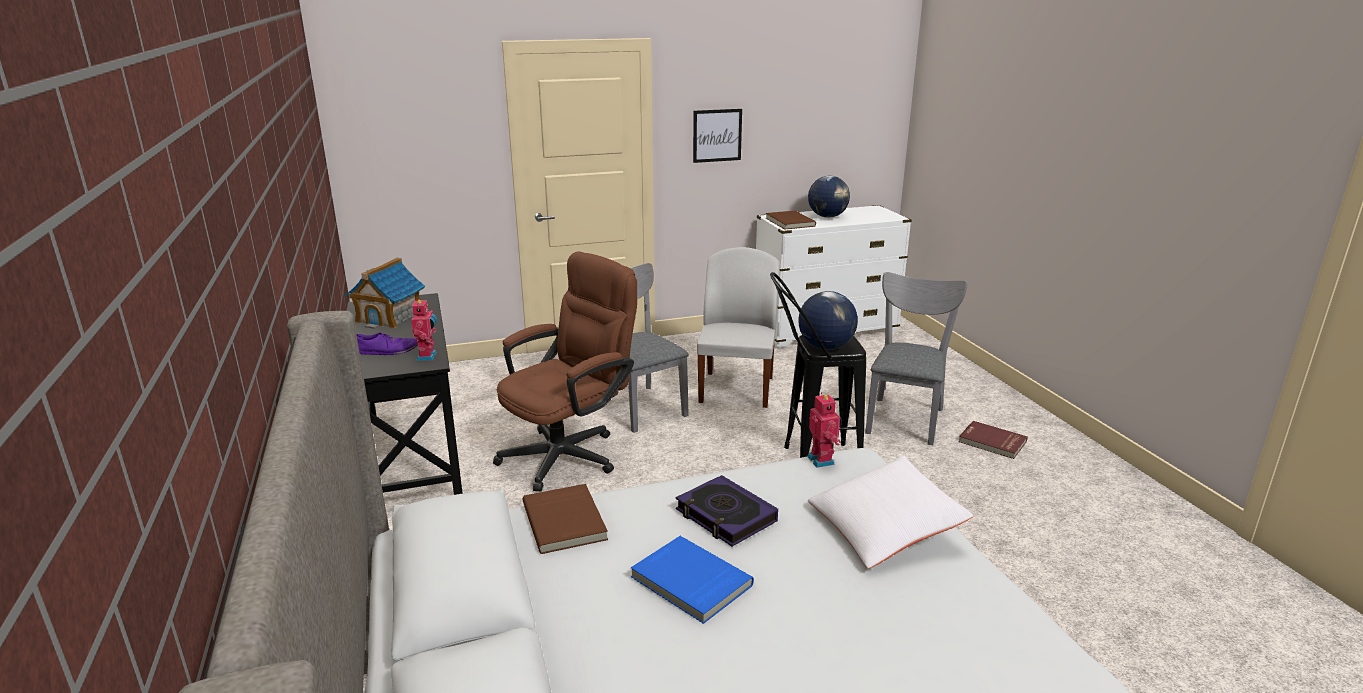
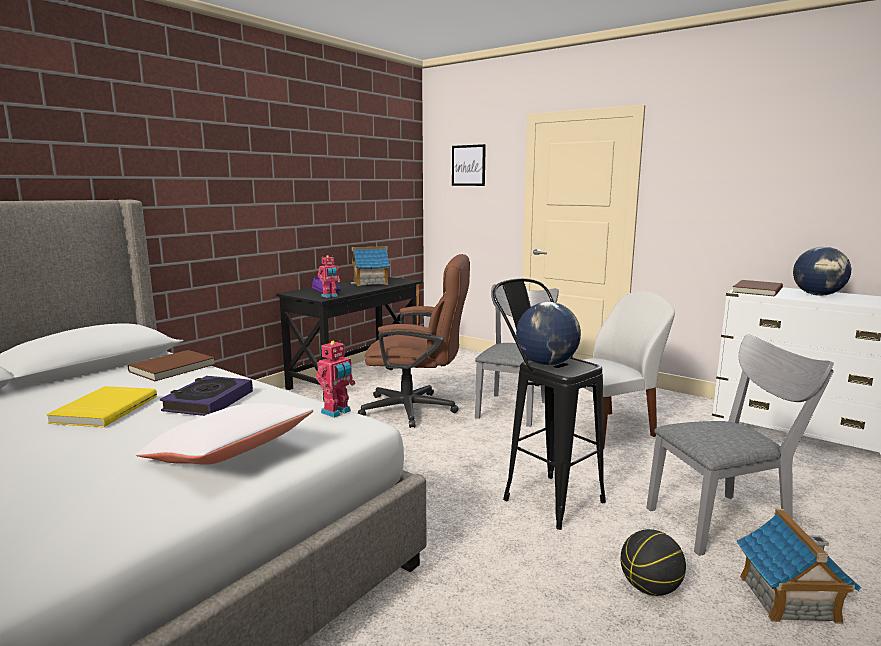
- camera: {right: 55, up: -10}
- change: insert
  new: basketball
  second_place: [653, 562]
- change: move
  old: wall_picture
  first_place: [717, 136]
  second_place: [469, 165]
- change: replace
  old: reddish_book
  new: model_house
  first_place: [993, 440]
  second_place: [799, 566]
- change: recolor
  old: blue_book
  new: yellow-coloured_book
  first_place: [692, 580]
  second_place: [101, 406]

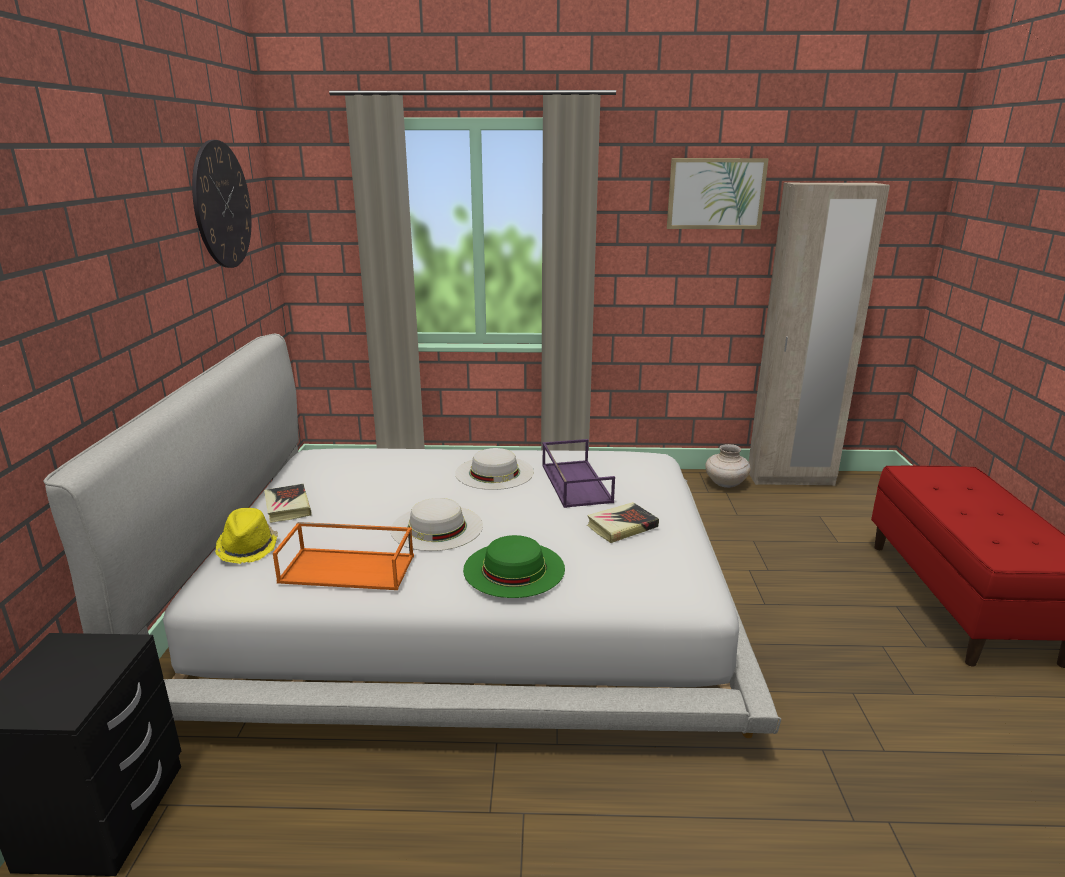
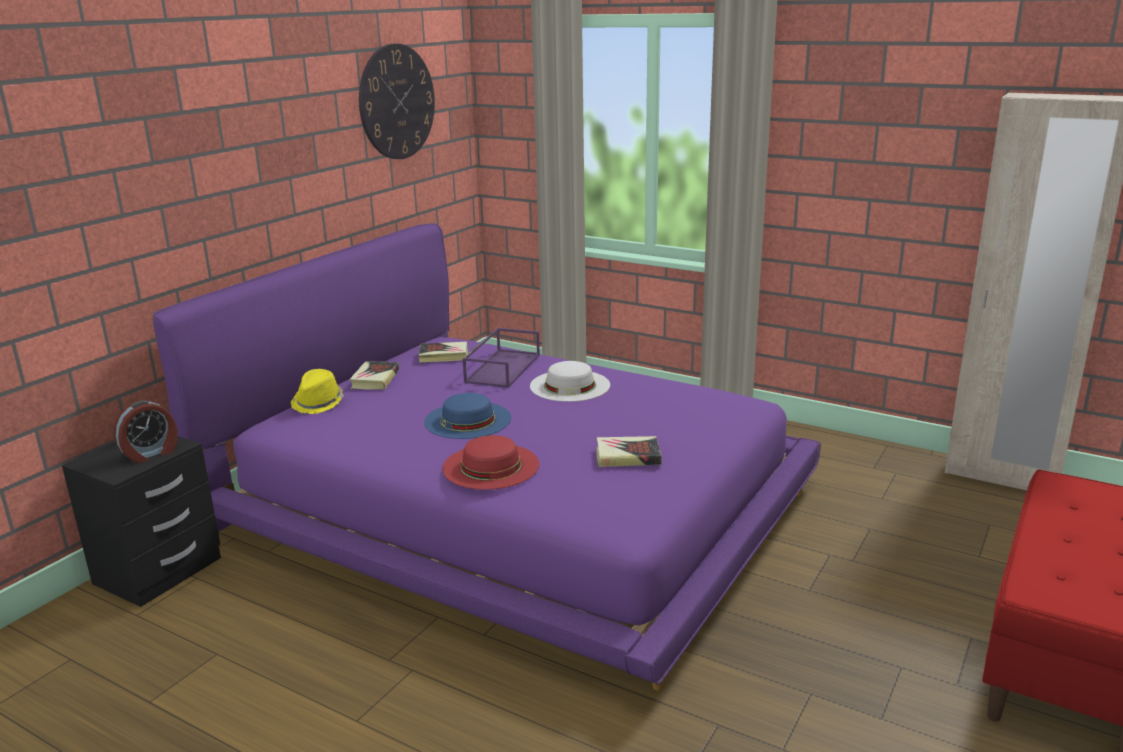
- camera: {right: 30, up: 0}
- change: delete
  old: orange_carrying_tray
  first_place: [343, 556]
- change: delete
  old: wall_picture
  first_place: [718, 193]
- change: delete
  old: beige-coloured_vase
  first_place: [728, 466]
- change: insert
  new: alarm_clock
  second_place: [146, 431]
- change: insert
  new: book
  second_place: [443, 352]
- change: move
  old: purple_carrying_tray
  first_place: [578, 473]
  second_place: [501, 358]
- change: recolor
  old: white_bedroom_bed
  new: purple_bedroom_bed
  first_place: [412, 536]
  second_place: [487, 457]
- change: recolor
  old: white_wearable_hat
  new: blue_wearable_hat
  first_place: [437, 524]
  second_place: [467, 416]
- change: recolor
  old: greenish_wearable_hat
  new: reddish_wearable_hat
  first_place: [514, 566]
  second_place: [491, 462]

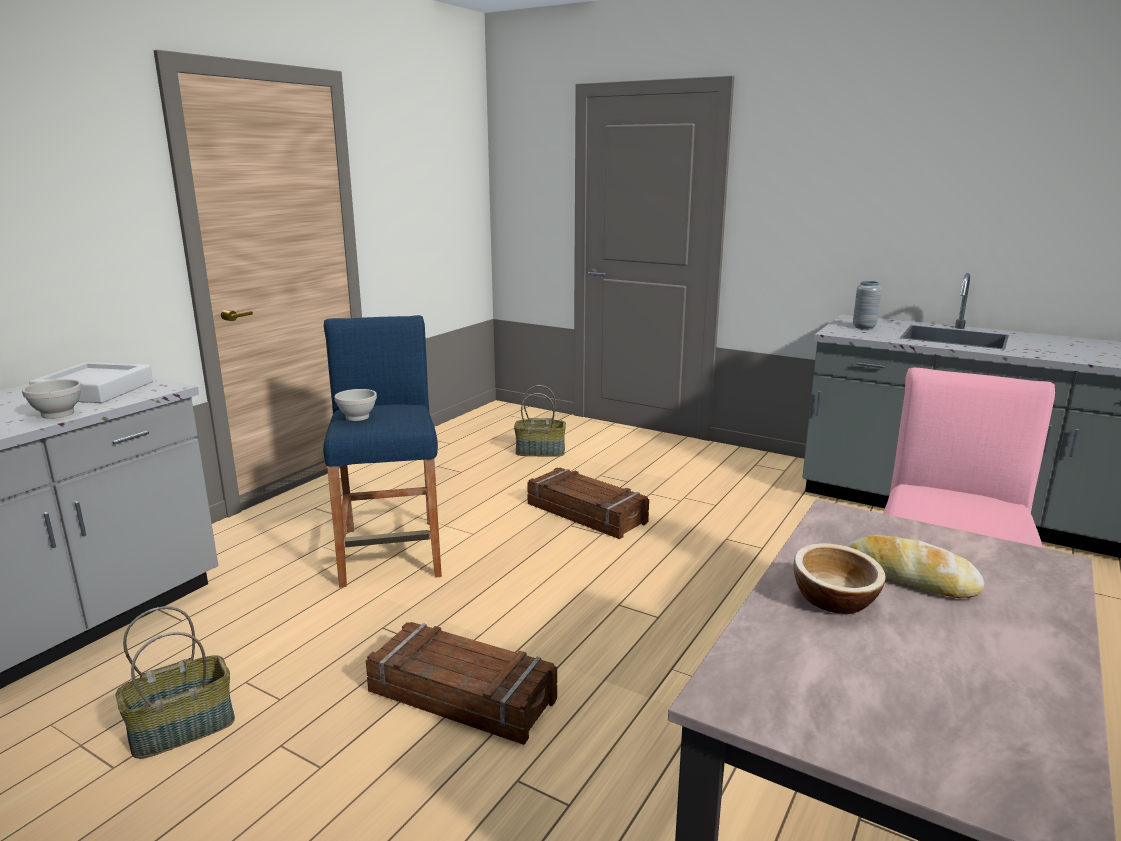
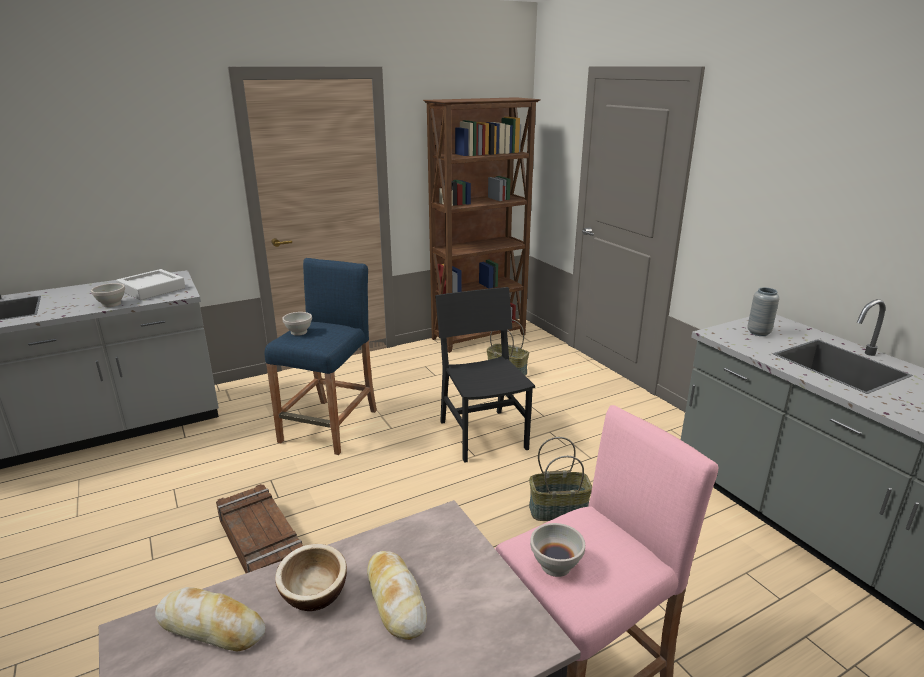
- camera: {right: 30, up: 5}
- change: insert
  new: bread
  second_place: [210, 619]
- change: insert
  new: brown_bookshelf
  second_place: [482, 225]
- change: insert
  new: white_bowl
  second_place: [557, 550]
- change: move
  old: storage_basket
  first_place: [175, 682]
  second_place: [560, 479]
- change: replace
  old: packing_crate
  new: black_upright_chair
  first_place: [588, 503]
  second_place: [485, 375]

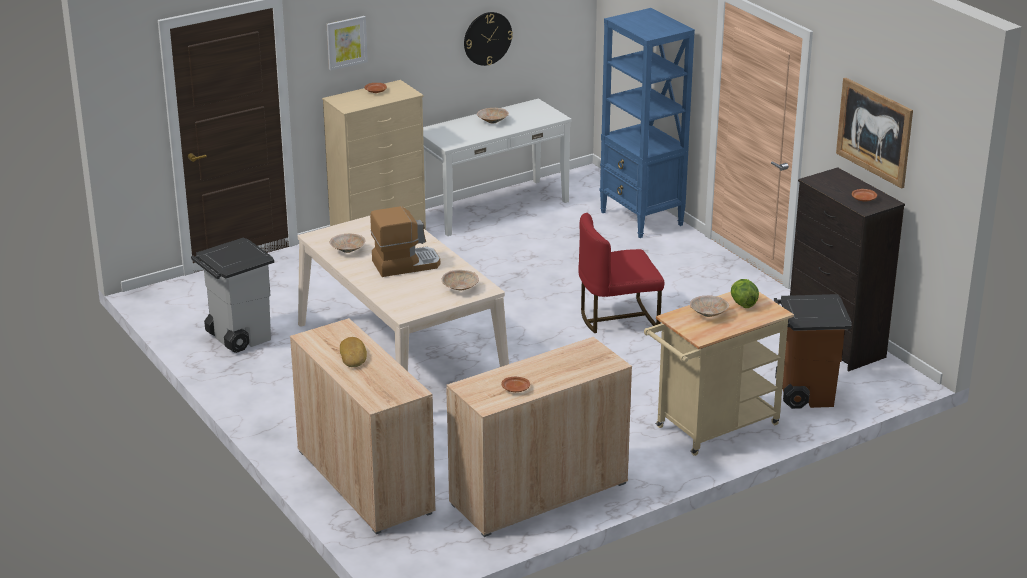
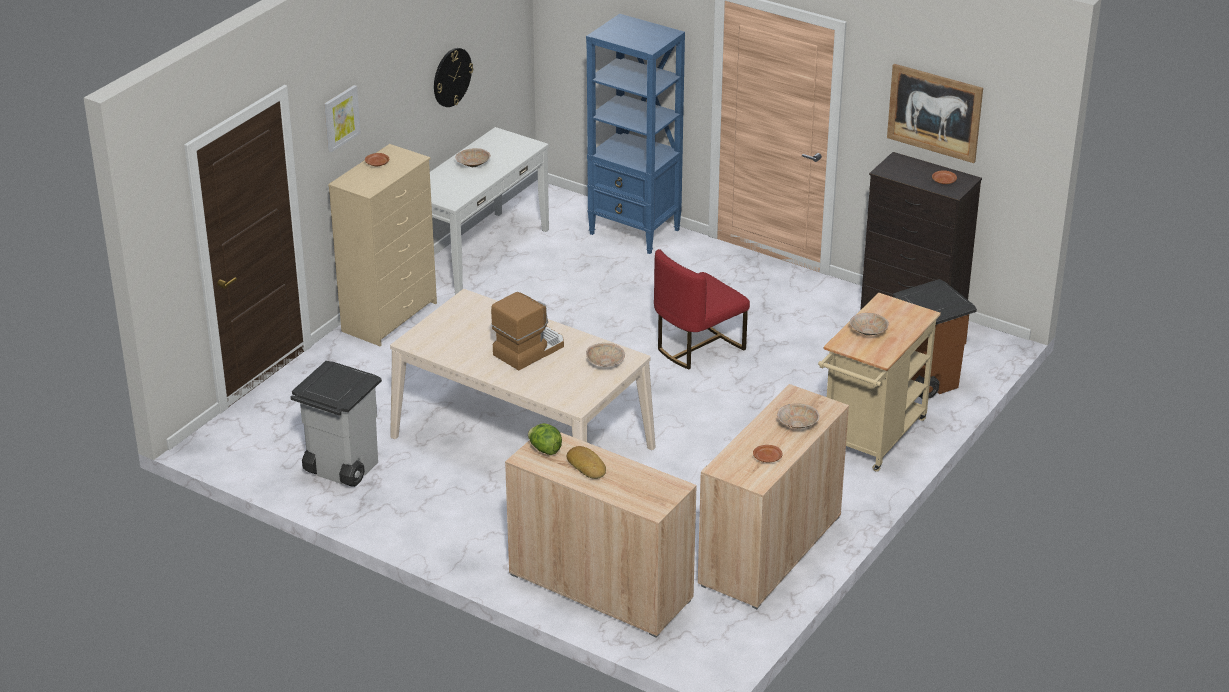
- camera: {right: -25, up: 5}
- change: move
  old: beige-coloured_bowl
  first_place: [348, 243]
  second_place: [798, 415]
- change: move
  old: head_of_lettuce
  first_place: [745, 293]
  second_place: [545, 439]

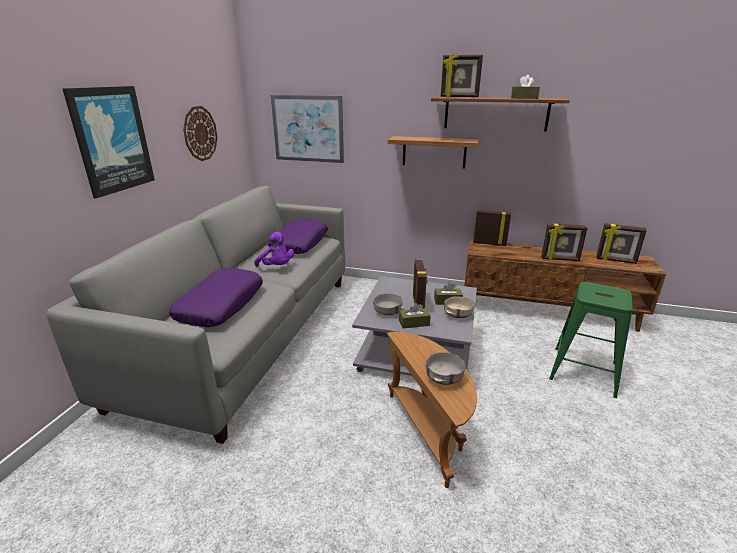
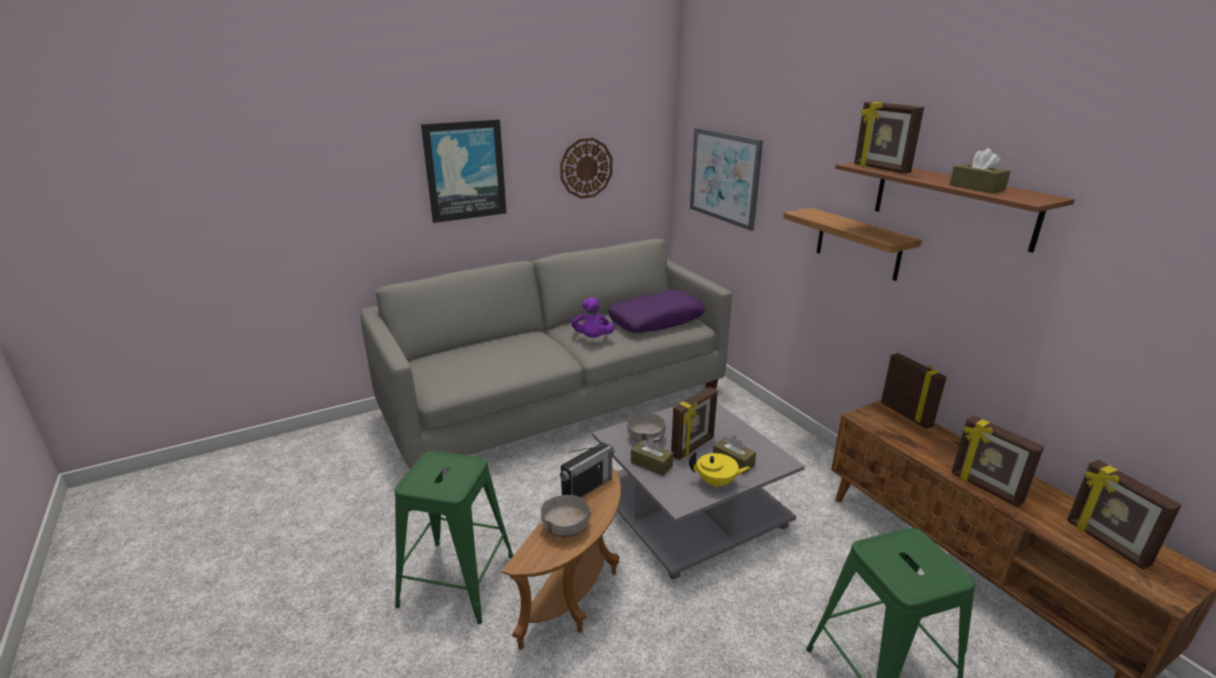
- camera: {right: 45, up: 0}
- change: delete
  old: purple_pillow
  first_place: [216, 297]
- change: insert
  new: greenish_stool_seat
  second_place: [454, 537]
- change: insert
  new: radio_receiver
  second_place: [587, 470]
- change: replace
  old: beige-coloured_bowl
  new: yellow-coloured_tea_pot
  first_place: [459, 307]
  second_place: [720, 470]

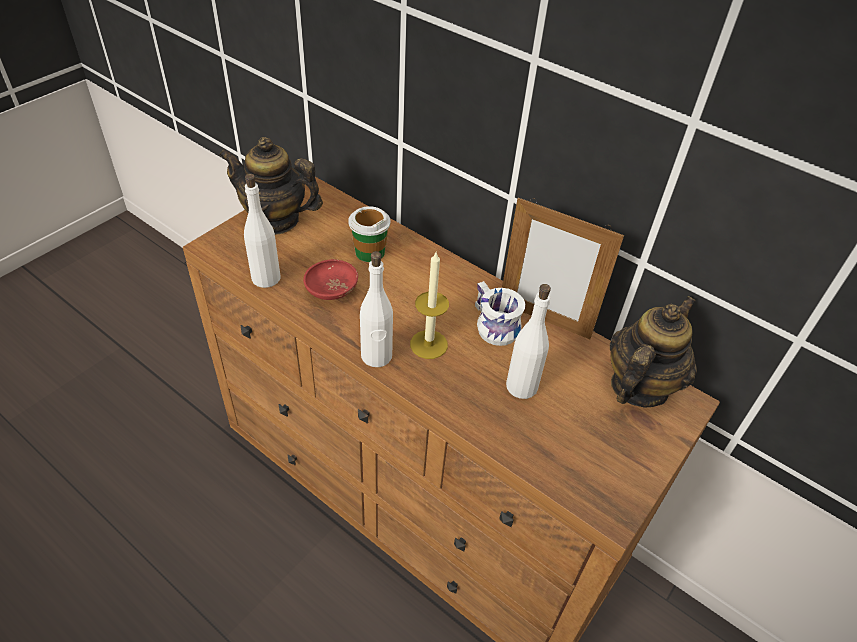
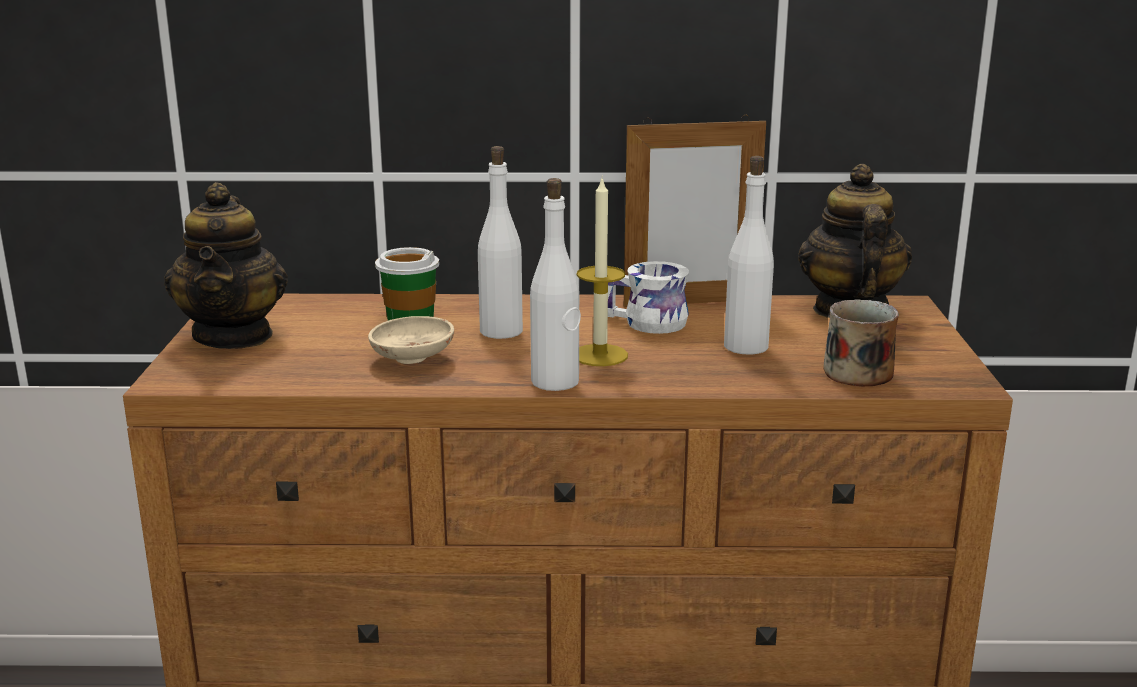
- camera: {right: -35, up: -25}
- change: insert
  new: tea_mug
  second_place: [861, 342]
- change: move
  old: white_beverage_bottle
  first_place: [262, 230]
  second_place: [500, 242]
- change: recolor
  old: reddish_bowl
  new: beige-coloured_bowl
  first_place: [330, 279]
  second_place: [411, 340]
- change: rotate
  old: tea_pot
  first_place: [271, 186]
  second_place: [226, 265]
  degrees: -75

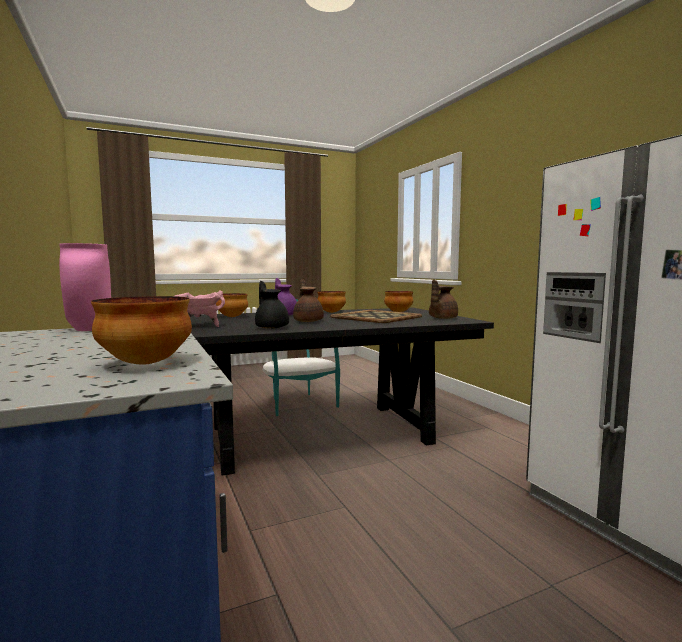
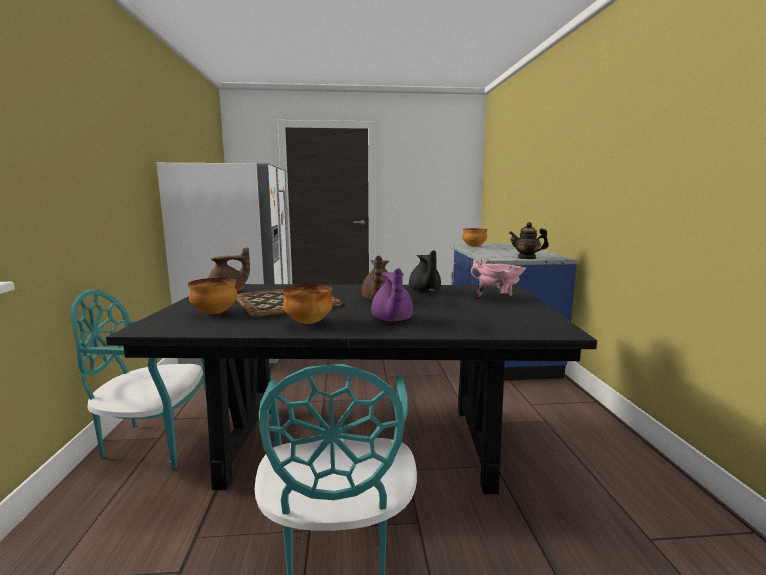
- camera: {right: -160, up: 5}
- change: delete
  old: bowl
  first_place: [232, 305]
- change: insert
  new: turquoise_upright_chair
  second_place: [139, 379]
- change: replace
  old: pinkish_vase
  new: tea_pot
  first_place: [85, 287]
  second_place: [529, 240]

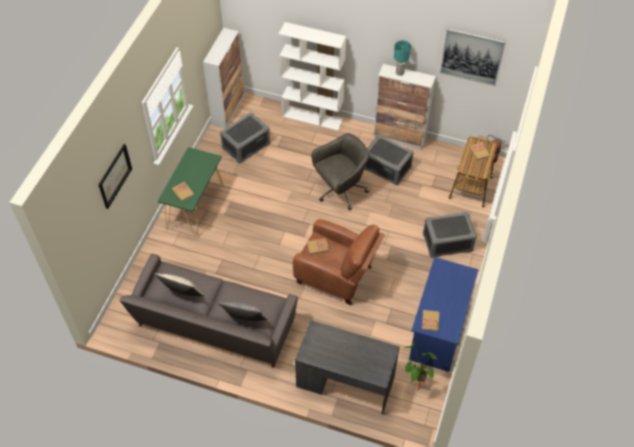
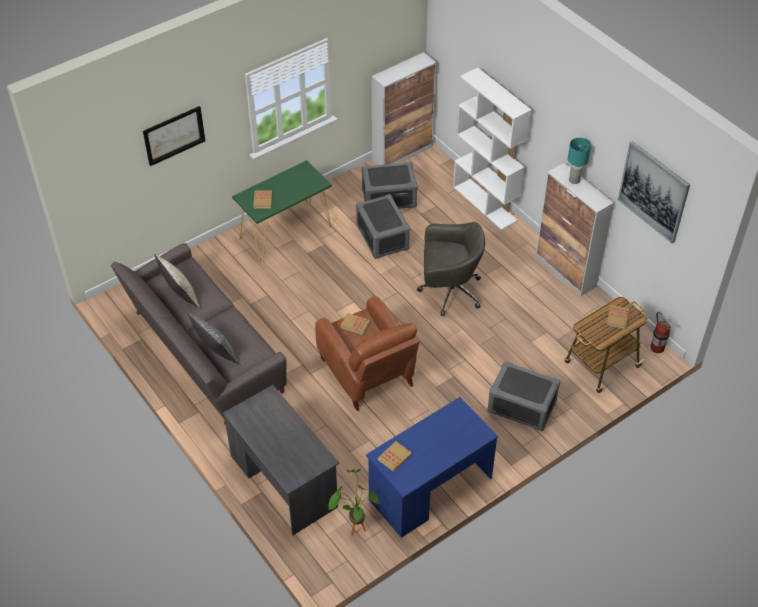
- camera: {right: 35, up: -5}
- change: move
  old: greyish_storage_bin
  first_place: [389, 160]
  second_place: [383, 226]

